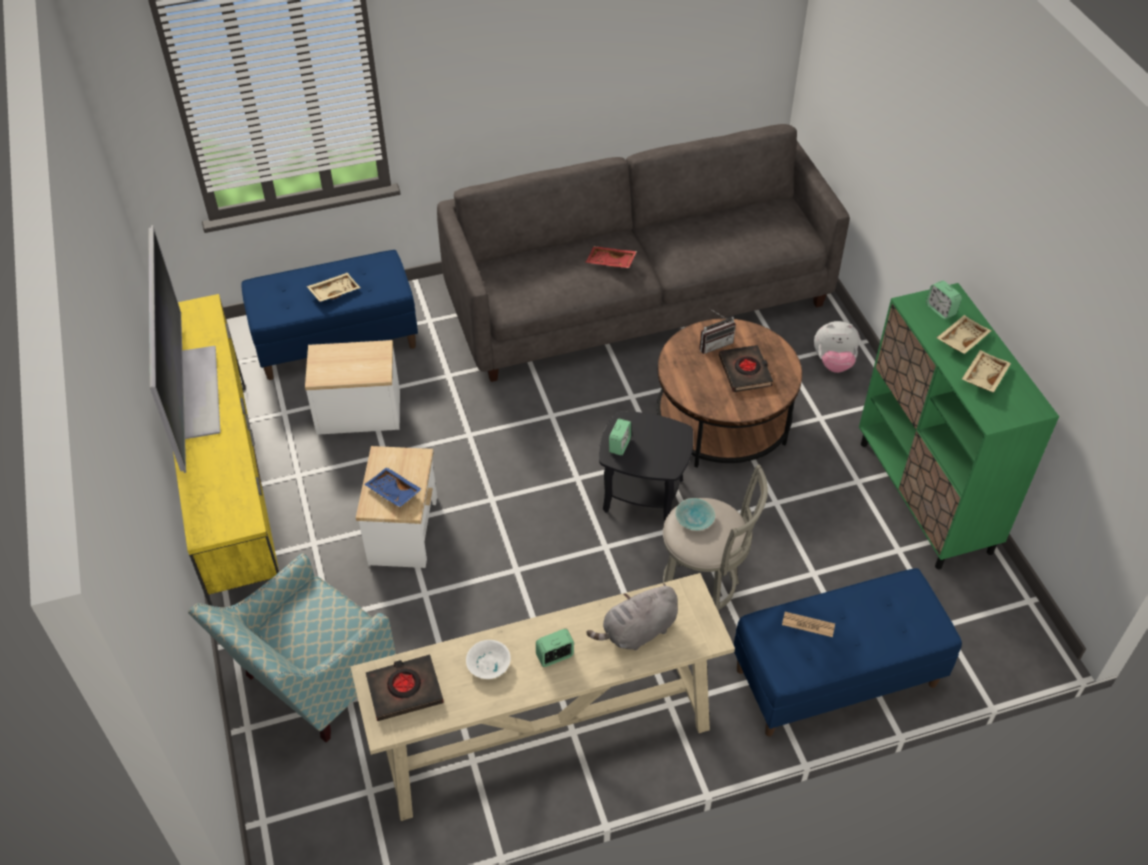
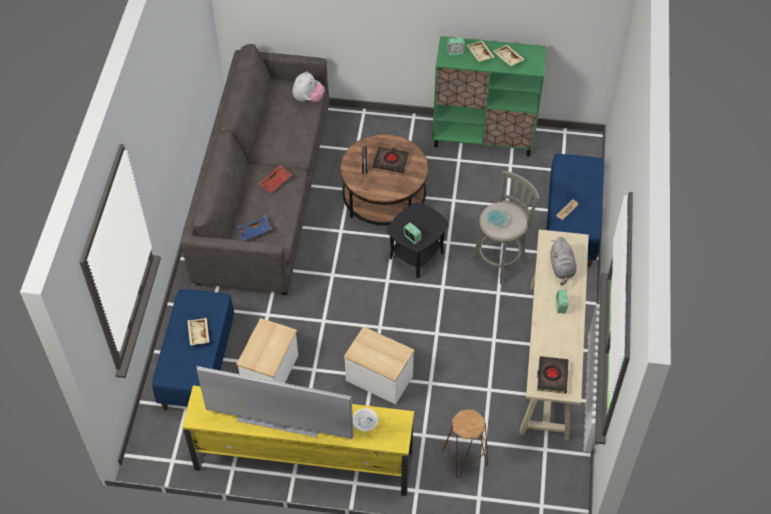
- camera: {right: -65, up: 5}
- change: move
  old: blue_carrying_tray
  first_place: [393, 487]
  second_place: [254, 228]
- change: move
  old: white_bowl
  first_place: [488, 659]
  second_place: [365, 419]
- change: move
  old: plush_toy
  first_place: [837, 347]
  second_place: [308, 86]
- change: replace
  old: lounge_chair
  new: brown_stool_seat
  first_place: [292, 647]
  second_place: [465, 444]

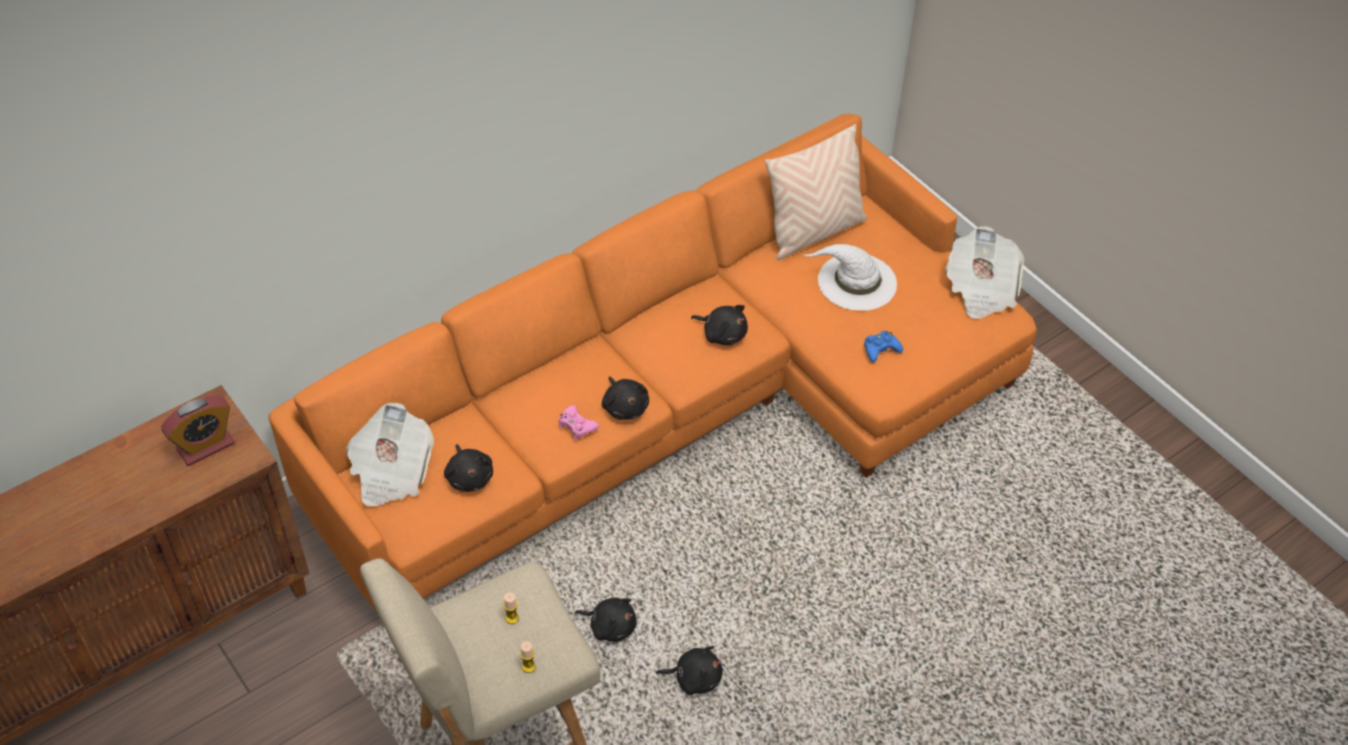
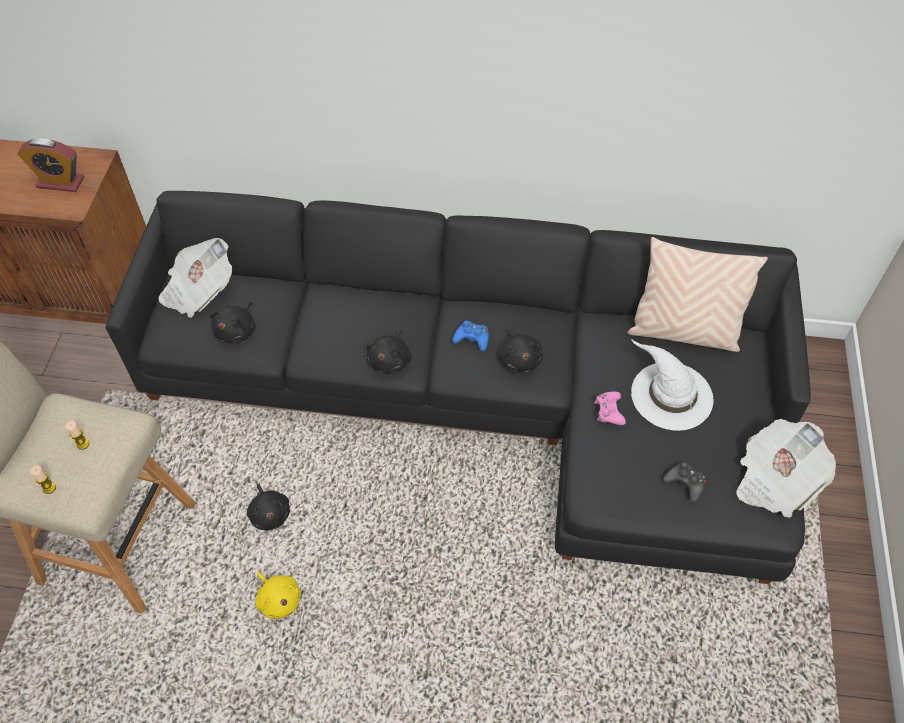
- camera: {right: 45, up: 5}
- change: insert
  new: black_joypad
  second_place: [684, 482]
- change: move
  old: pinkish_joypad
  first_place: [578, 422]
  second_place: [610, 408]
- change: move
  old: blue_joypad
  first_place: [883, 346]
  second_place: [470, 336]
- change: recolor
  old: orange_sofa
  new: black_sofa
  first_place: [653, 364]
  second_place: [458, 387]
- change: recolor
  old: black_plush_toy
  new: yellow-coloured_plush_toy
  first_place: [689, 670]
  second_place: [278, 595]

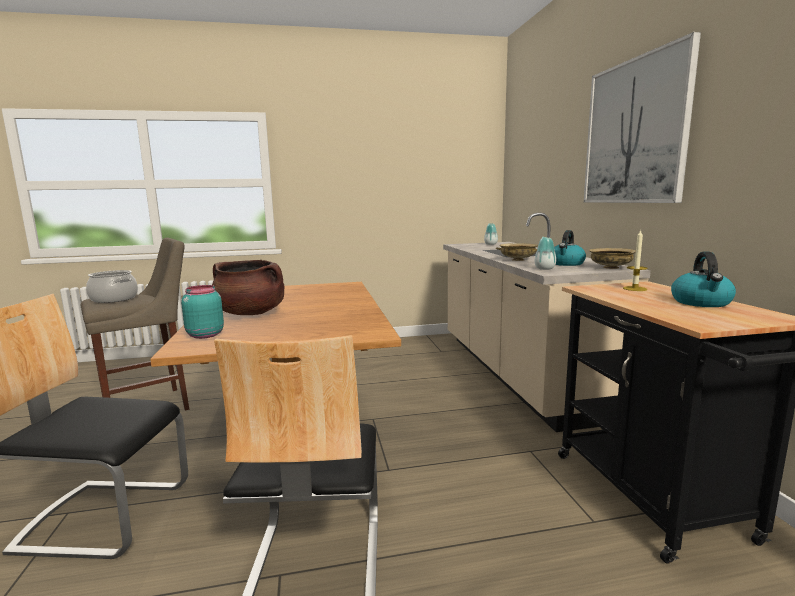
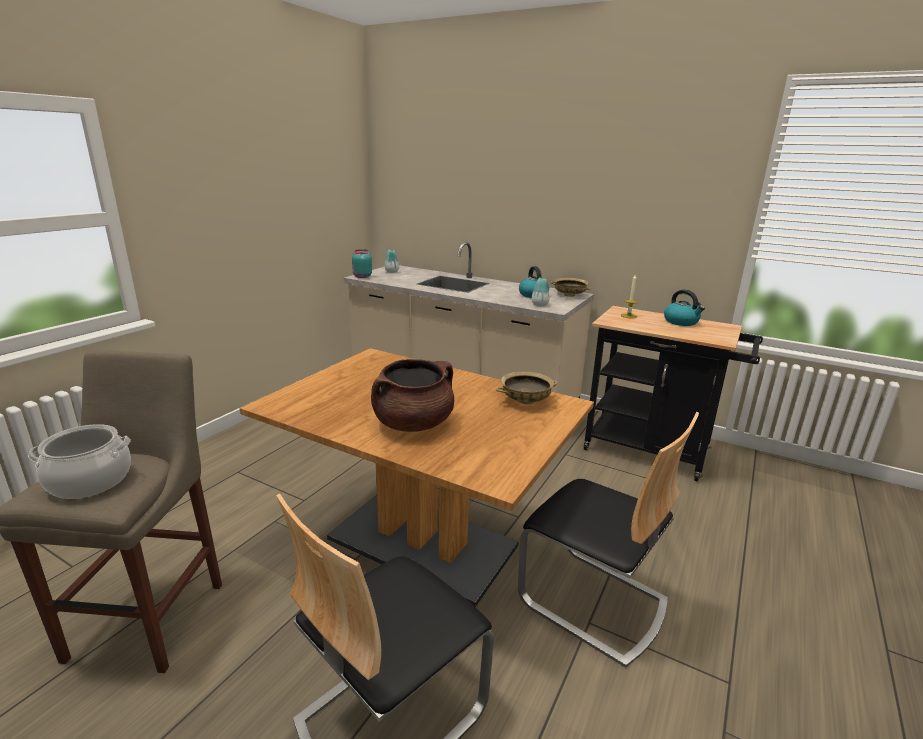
- camera: {right: -50, up: 10}
- change: delete
  old: wall_picture
  first_place: [642, 117]
- change: move
  old: turquoise_jar
  first_place: [202, 312]
  second_place: [362, 263]
- change: move
  old: beige-coloured_bowl
  first_place: [517, 252]
  second_place: [526, 388]

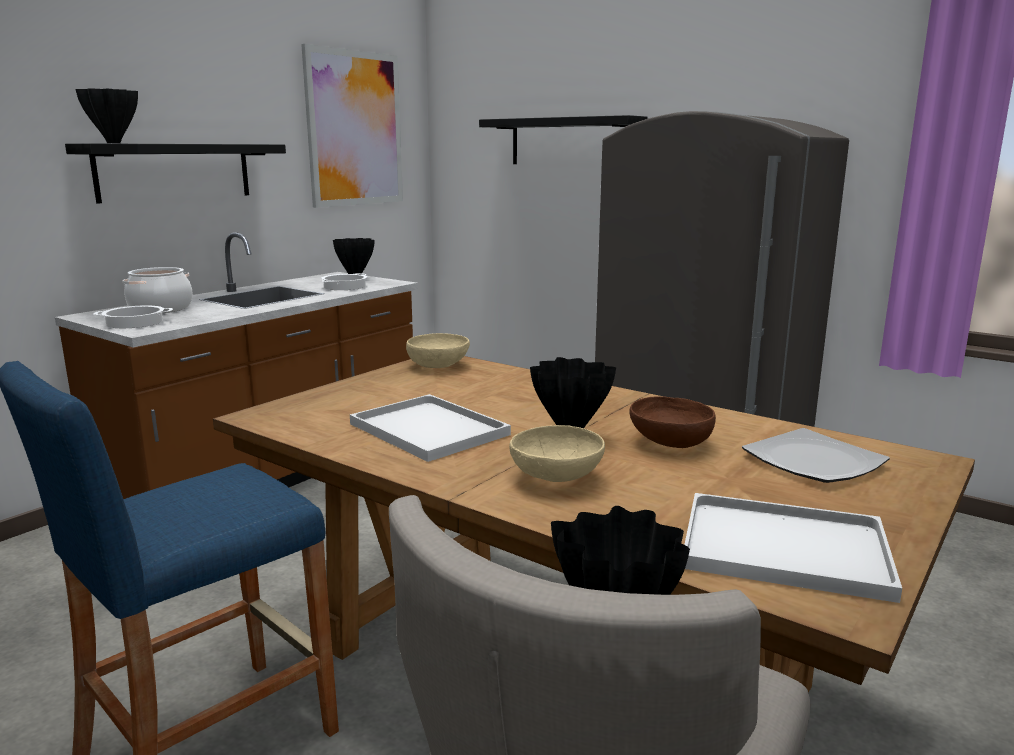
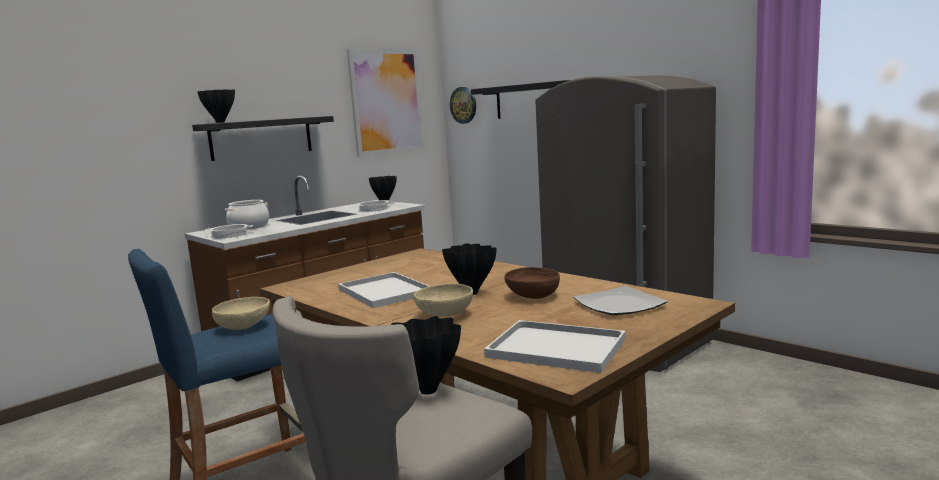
- camera: {right: 10, up: -5}
- change: insert
  new: hanging_clock
  second_place: [463, 105]
- change: move
  old: beige-coloured_bowl
  first_place: [438, 350]
  second_place: [241, 313]

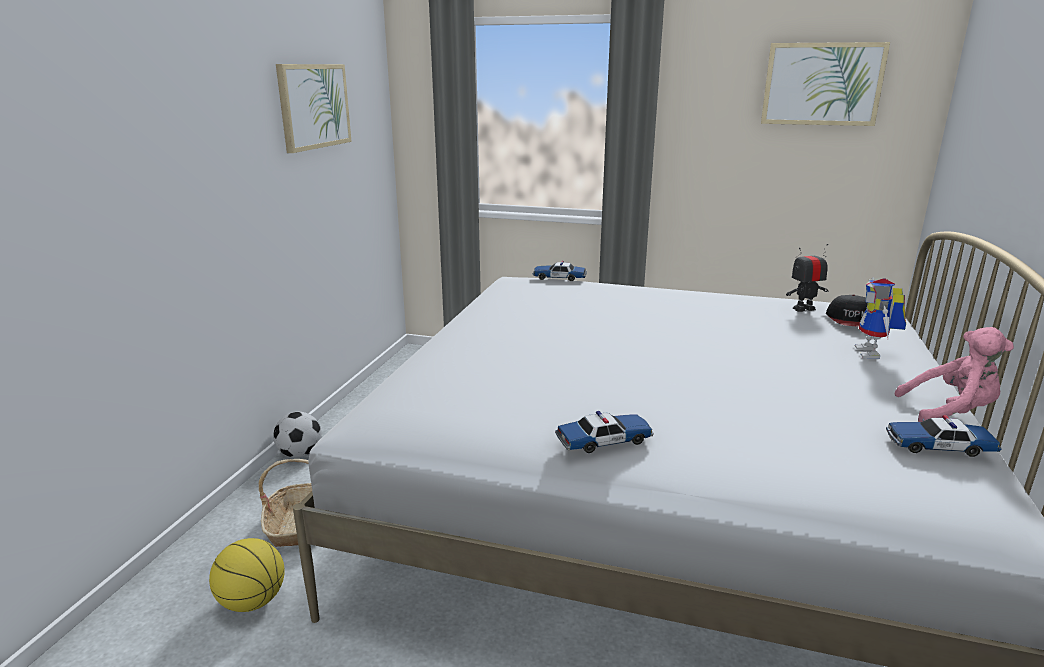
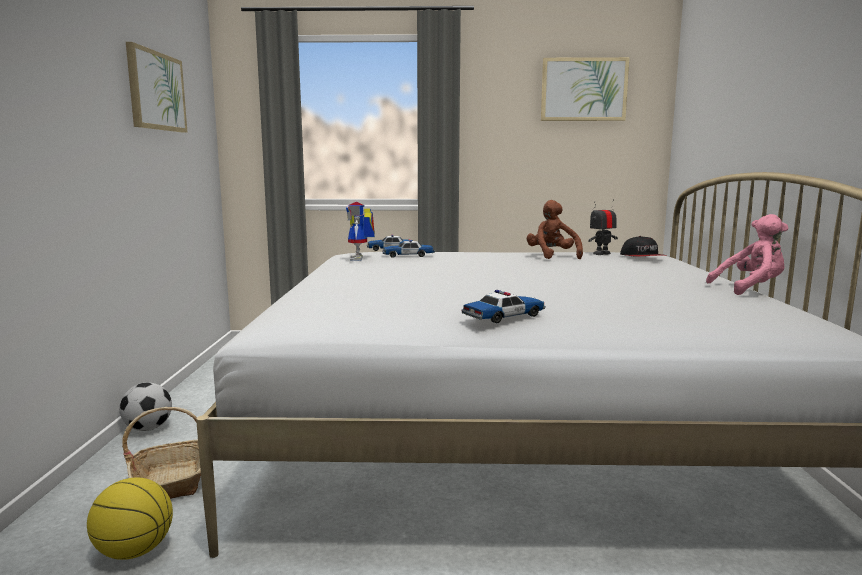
- camera: {right: -15, up: -10}
- change: insert
  new: brown_plush_toy
  second_place: [554, 229]
- change: move
  old: model_robot
  first_place: [880, 318]
  second_place: [360, 231]
- change: move
  old: miniature_car
  first_place: [944, 436]
  second_place: [408, 248]

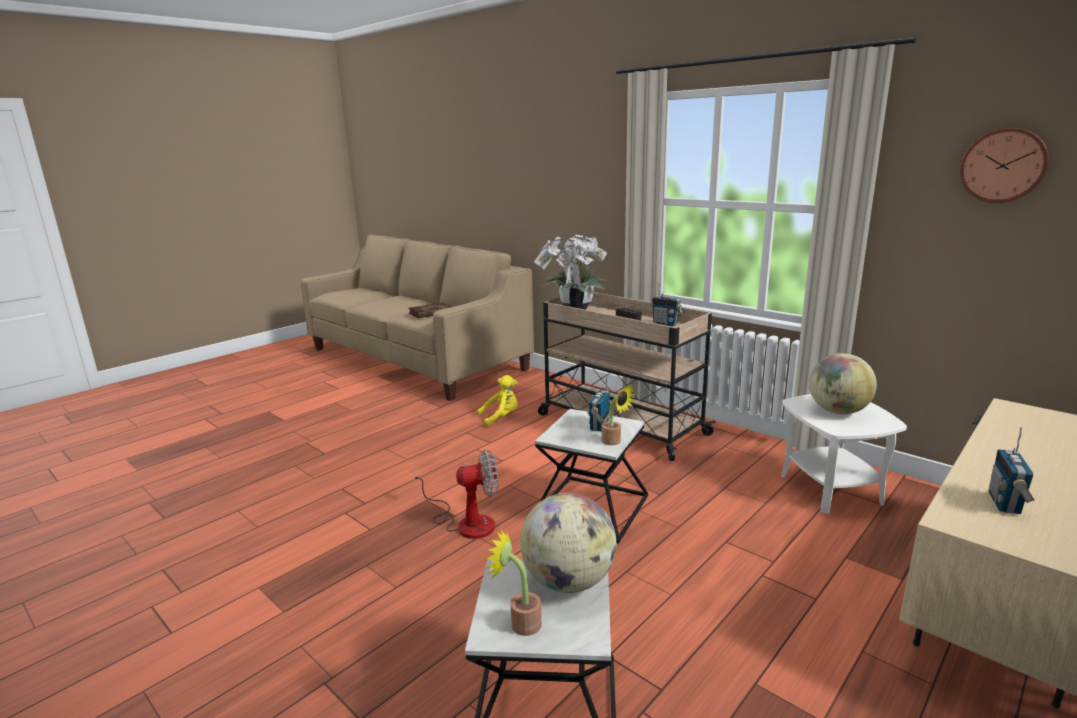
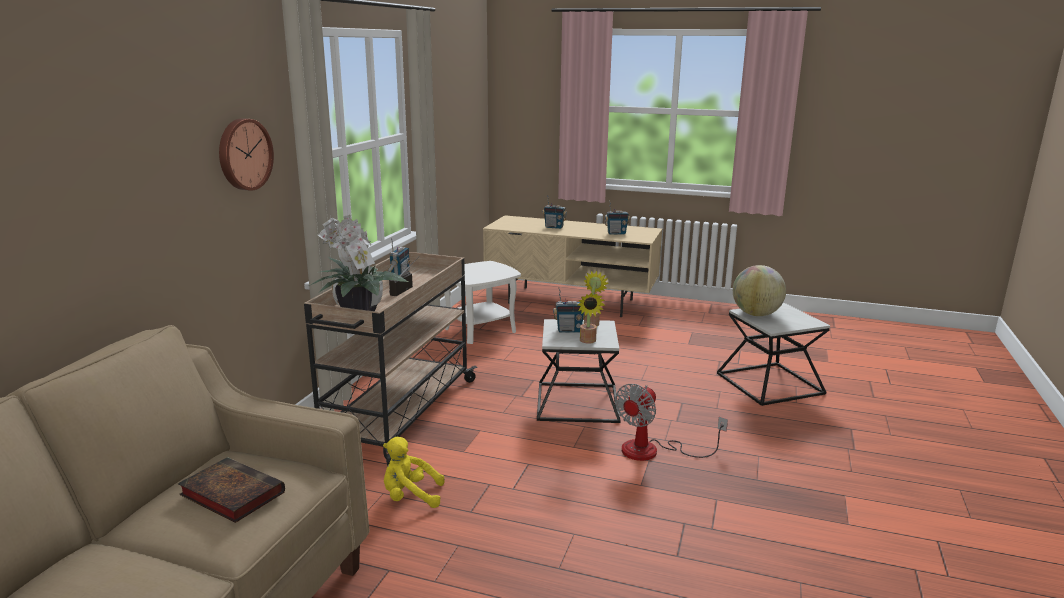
- camera: {right: -115, up: 0}
- change: delete
  old: world_globe
  first_place: [843, 383]
- change: insert
  new: radio_receiver
  second_place: [554, 212]
- change: move
  old: plant_in_a_pot
  first_place: [514, 582]
  second_place: [591, 318]
- change: move
  old: hanging_clock
  first_place: [1004, 165]
  second_place: [246, 154]
- change: rotate
  old: cooling_fan
  first_place: [456, 494]
  second_place: [671, 422]
  degrees: -105
- change: rotate
  old: yellow-coloured_plush_toy
  first_place: [497, 401]
  second_place: [414, 472]
  degrees: -45

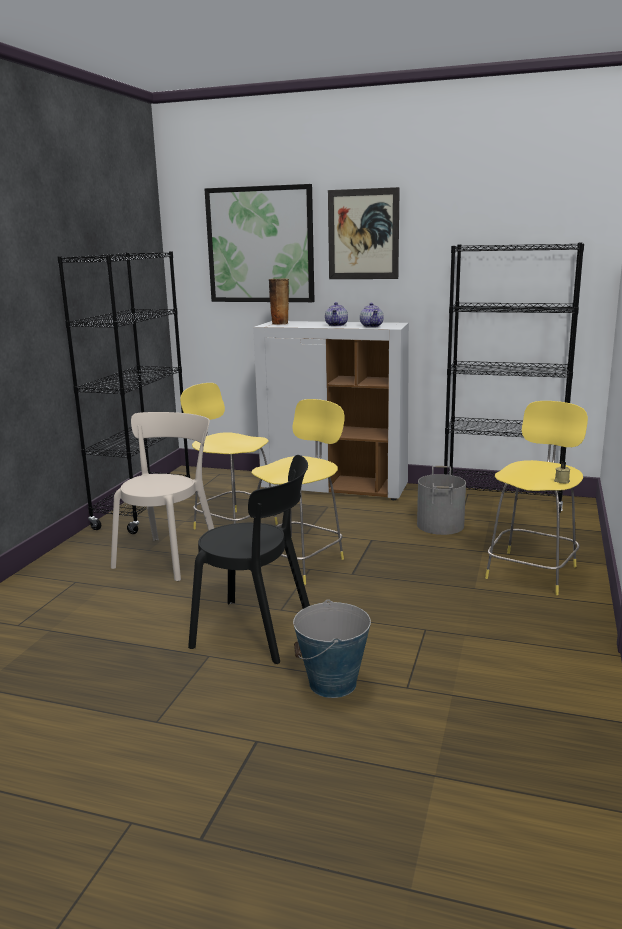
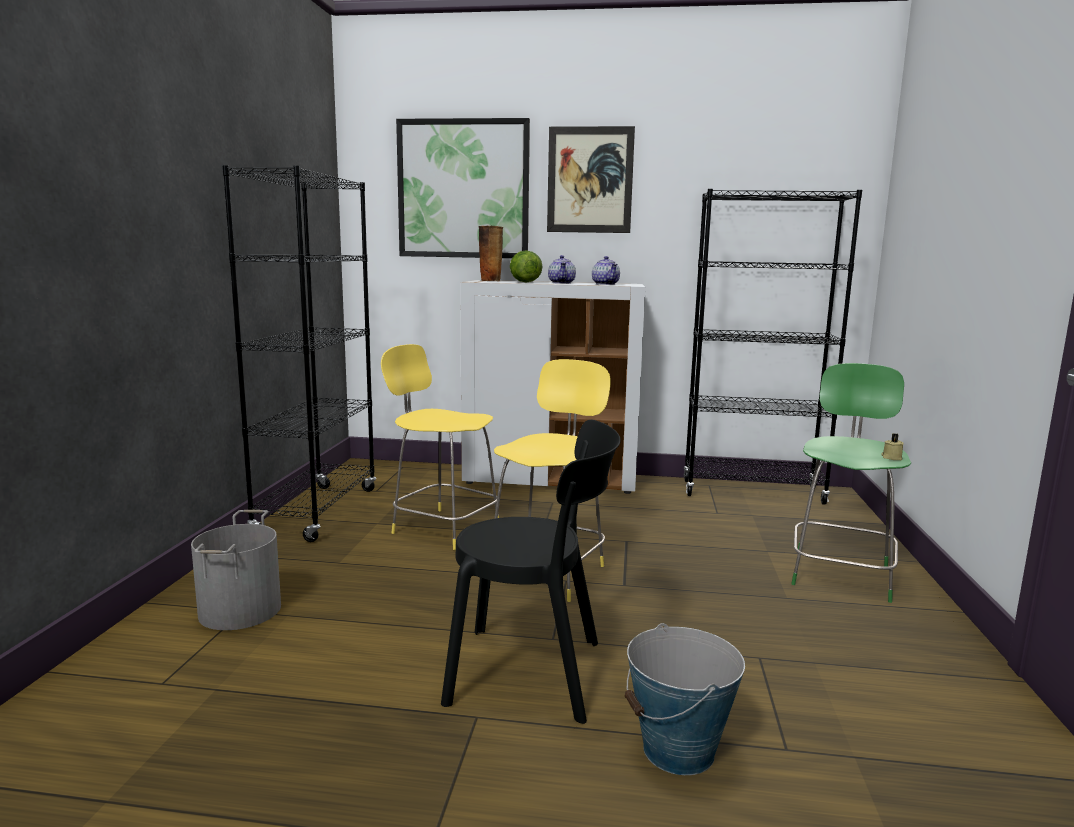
- camera: {right: -10, up: -5}
- change: delete
  old: beige-coloured_upright_chair
  first_place: [162, 496]
- change: insert
  new: head_of_lettuce
  second_place: [526, 266]
- change: move
  old: greyish_pail
  first_place: [441, 500]
  second_place: [236, 570]
- change: recolor
  old: yellow-coloured_stool_seat
  new: greenish_stool_seat
  first_place: [536, 498]
  second_place: [851, 483]

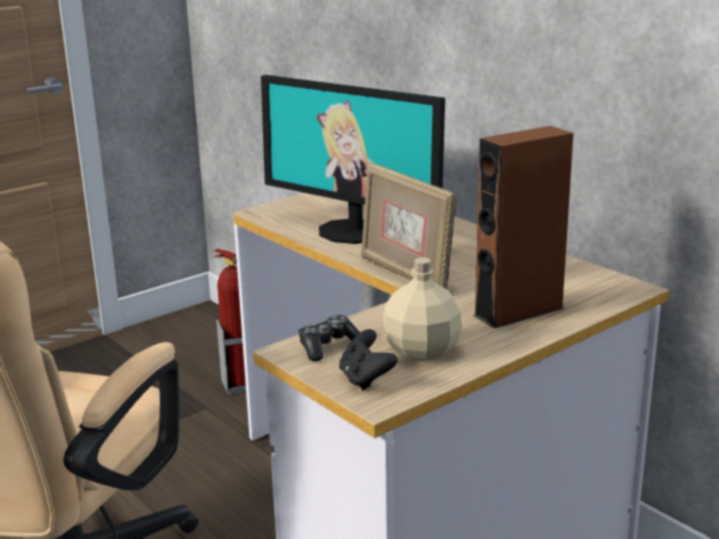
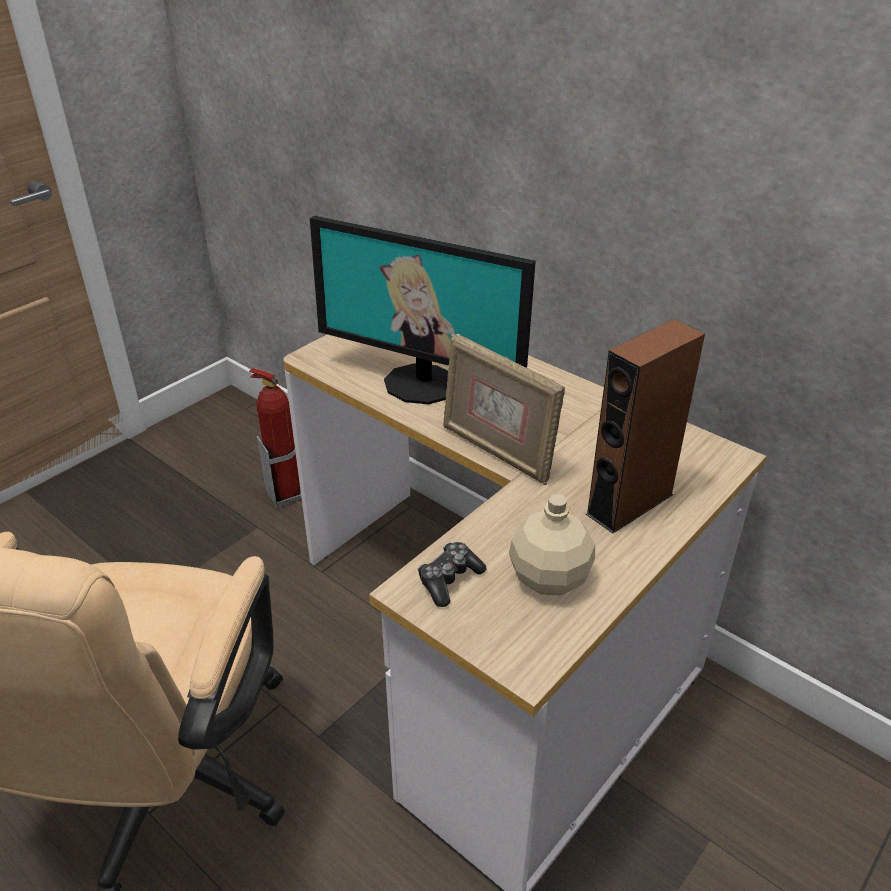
- camera: {right: -10, up: 15}
- change: delete
  old: black_joypad
  first_place: [368, 360]

